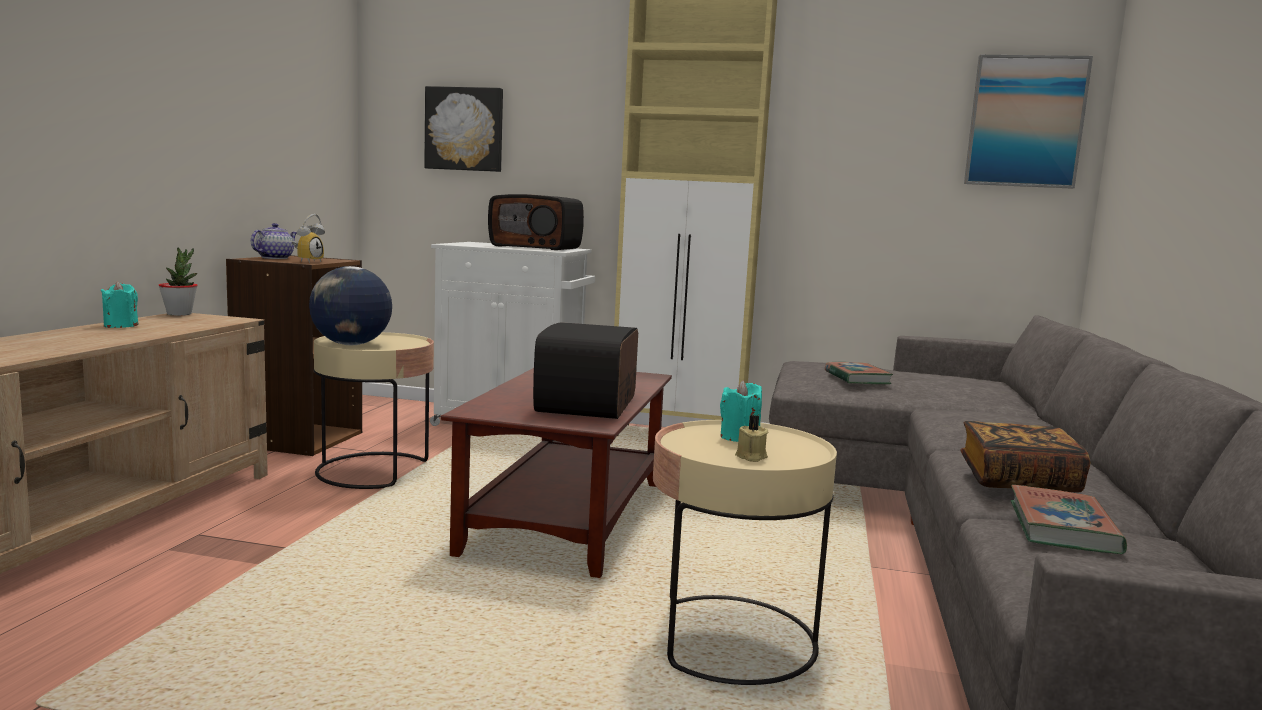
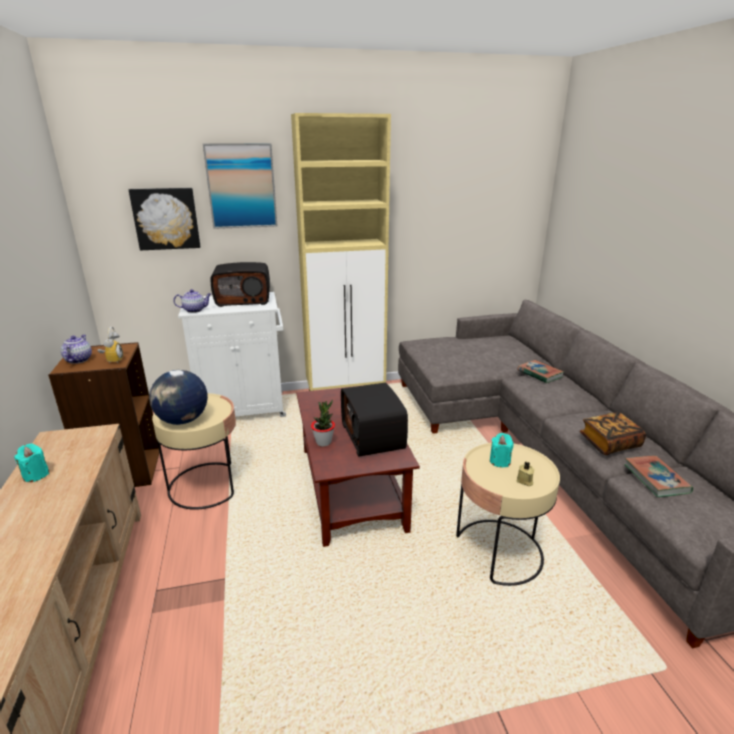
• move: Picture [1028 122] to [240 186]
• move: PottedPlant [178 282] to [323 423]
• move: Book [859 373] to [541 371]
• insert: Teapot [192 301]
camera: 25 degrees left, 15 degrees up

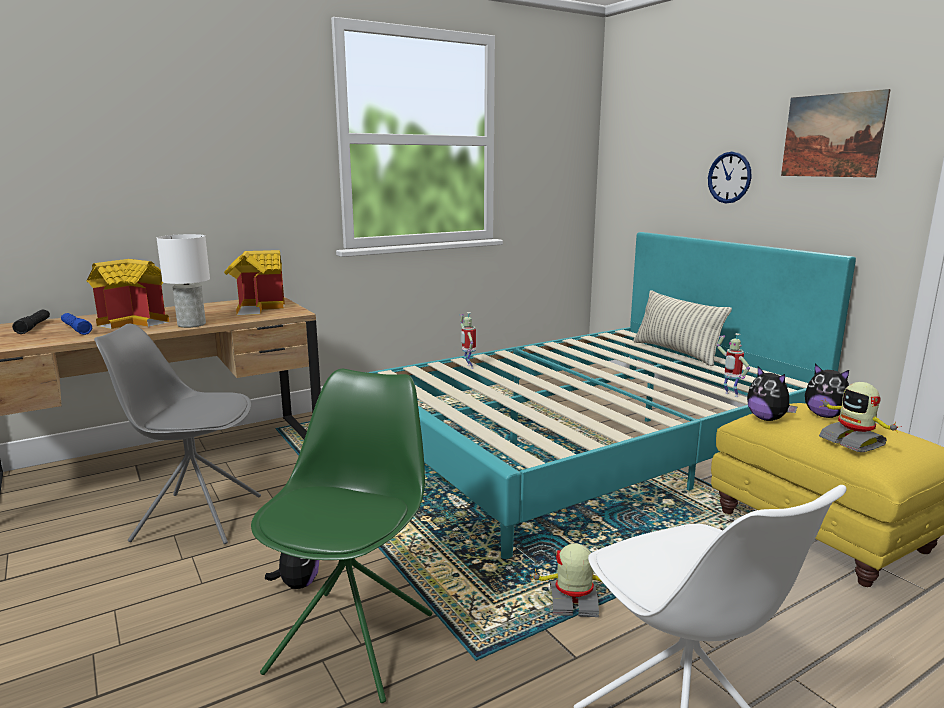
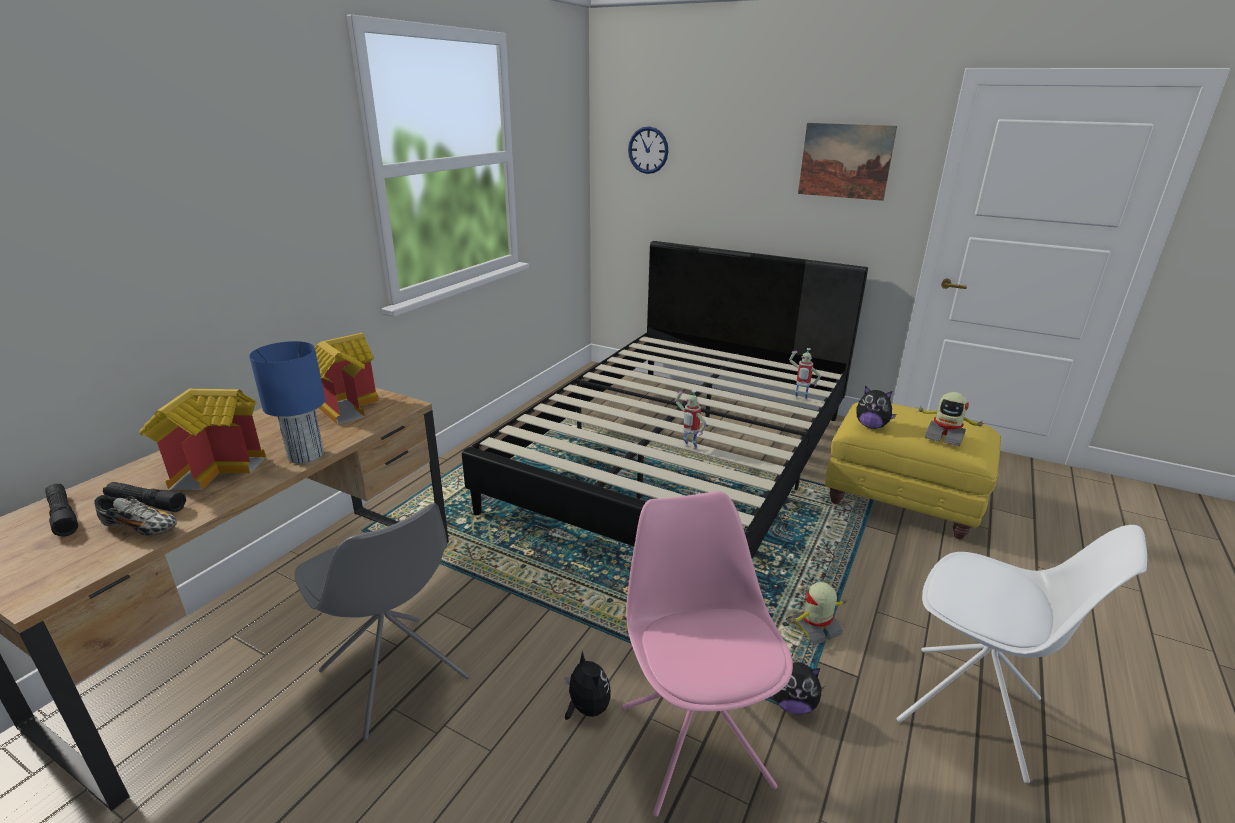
• move: WallClock [729 177] to [648 150]
• recolor: TurquoiseBed [611 395] to BlackBed [665 400]
• recolor: WhiteTableLamp [183 281] to BlueTableLamp [287 402]
• delete: Pillow [683 328]
• move: ToyRobot [468 340] to [691 420]
• recolor: BlueFlashlight [76 324] to BlackFlashlight [144 497]
• rotate: GreyChair [177 434] = [382 622] 105 degrees counterclockwise
• move: PlushToy [827 391] to [798 688]
• recolor: GreenChair [341 535] to PinkChair [707 654]
• insert: Shoe [135 515]
camera: 30 degrees left, 10 degrees up

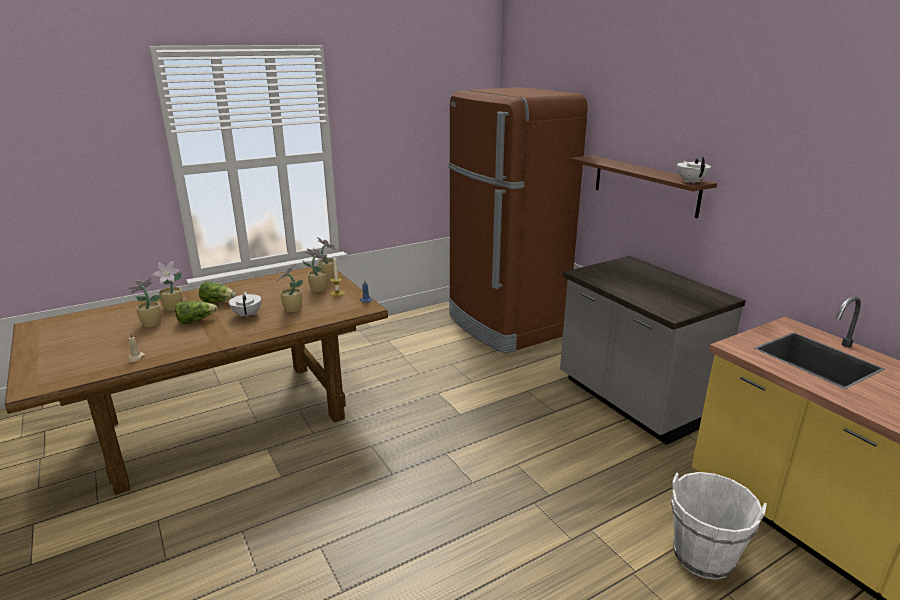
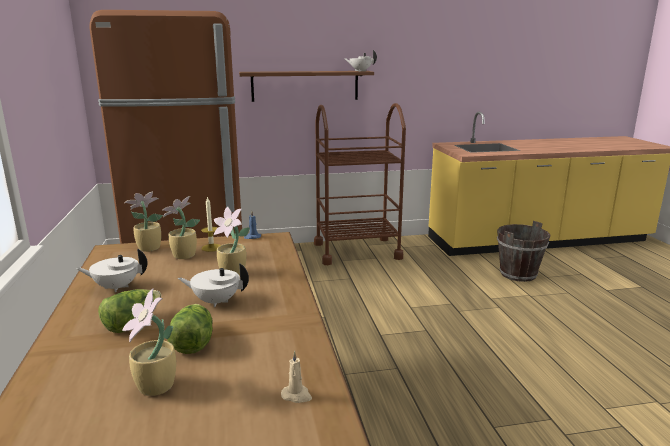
• replace: GreyCounter [653 350] to BrownCart [360 184]
• delete: PottedPlant [168 286]
• recolor: WhiteBucket [719 526] to BrownBucket [524 251]
• insert: WhiteTeapot [112 270]
camera: 70 degrees left, 5 degrees down

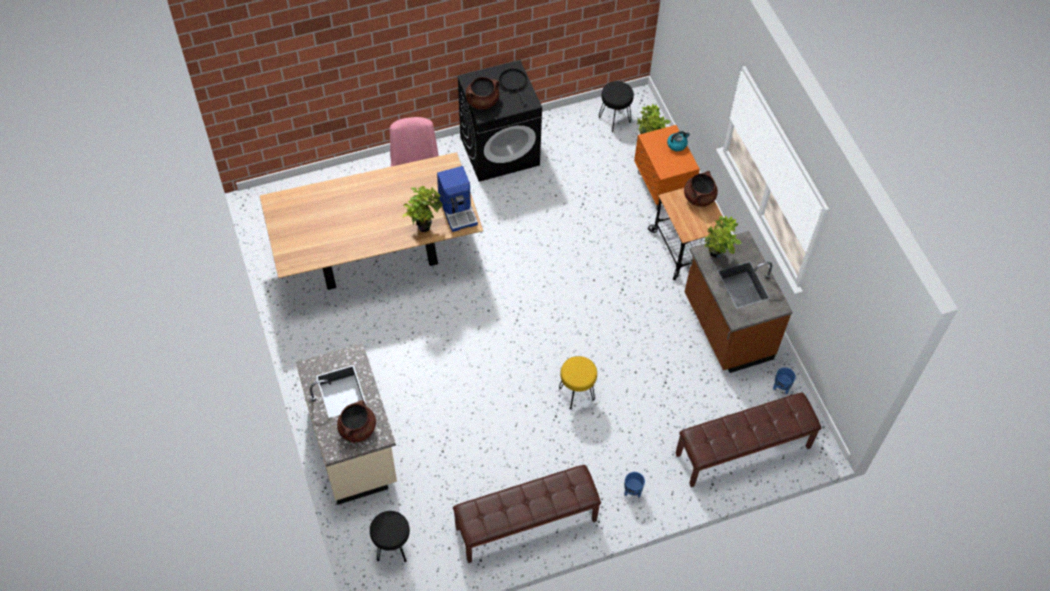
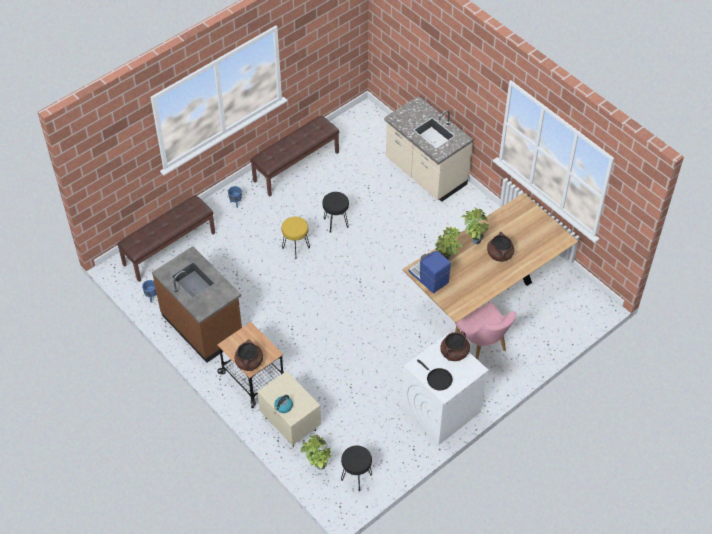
• recolor: BlackWashingMachine [499 121] to WhiteWashingMachine [445 389]
• recolor: OrangeNightstand [667 167] to BeigeNightstand [289 409]
• move: PottedPlant [723 237] to [475 225]
• move: BrownCookingPot [356 421] to [500 247]
• move: BlackStool [390 536] to [335 212]
camera: 160 degrees right, 5 degrees down

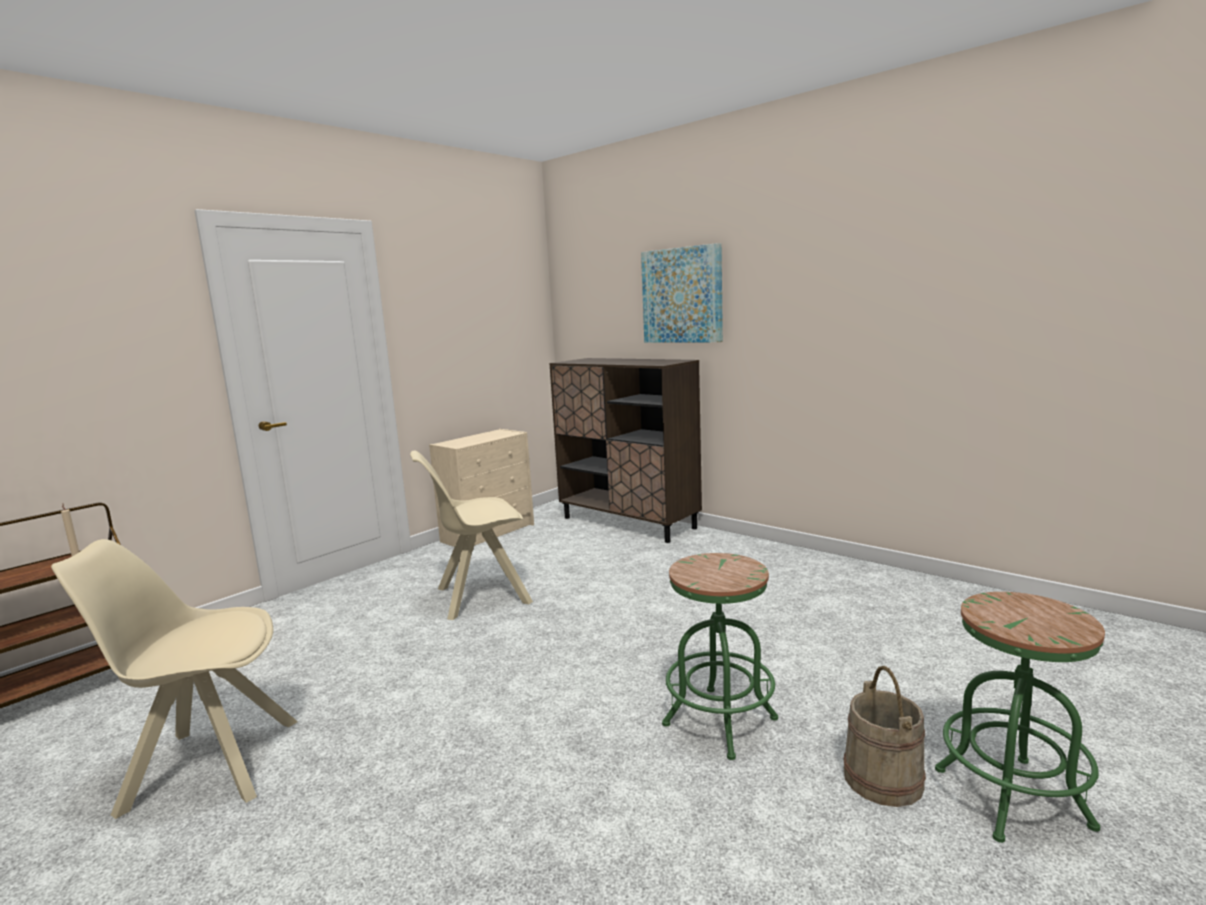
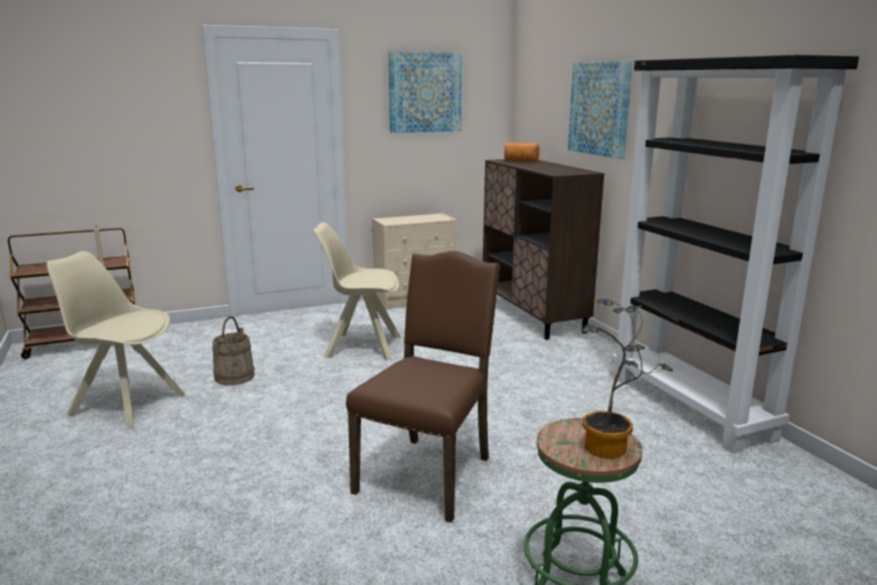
• replace: GreenStool [720 656] to BrownChair [423 387]
• move: BeigeBucket [884 736] to [233 350]
• insert: Picture [425 92]
• insert: BlackBookcase [735 254]
• insert: Bread [522 152]
• insert: PottedPlant [627 379]
camera: 25 degrees right, 5 degrees up

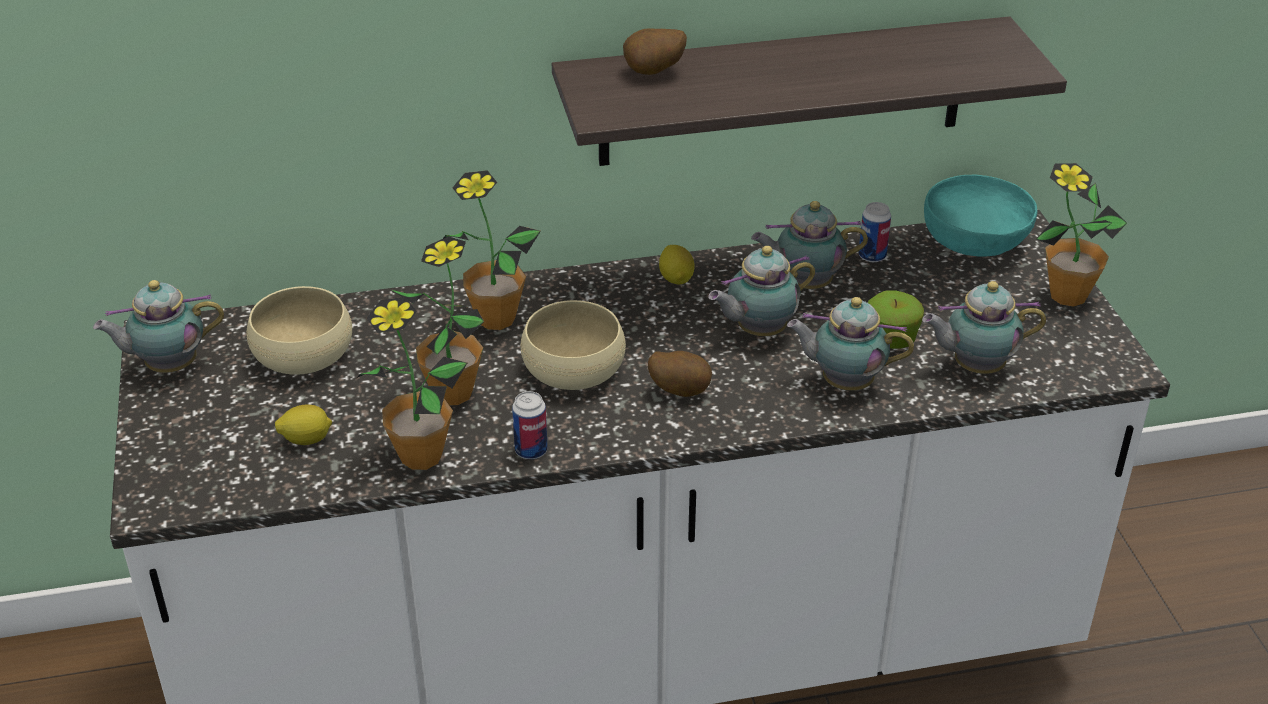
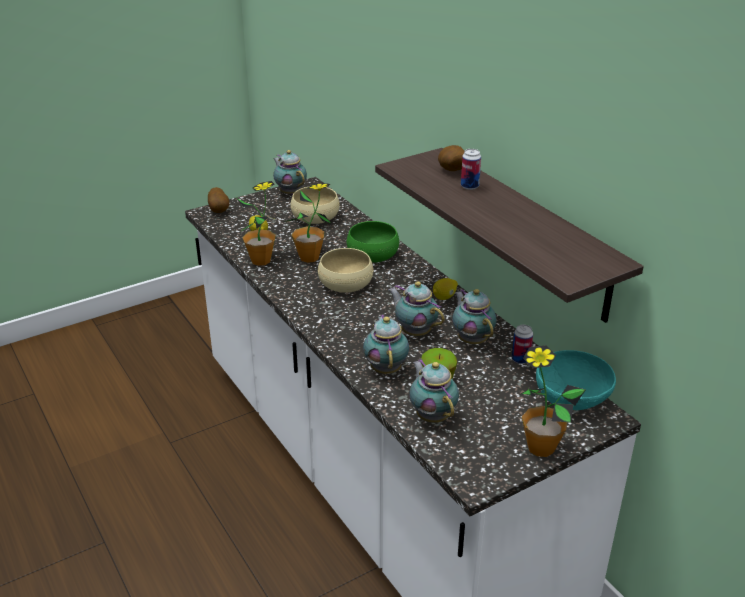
• replace: PottedPlant [492 250] to GreenBowl [373 242]
• move: Potato [680 374] to [219 200]
• move: Can [530 425] to [471 169]
camera: 70 degrees right, 5 degrees down

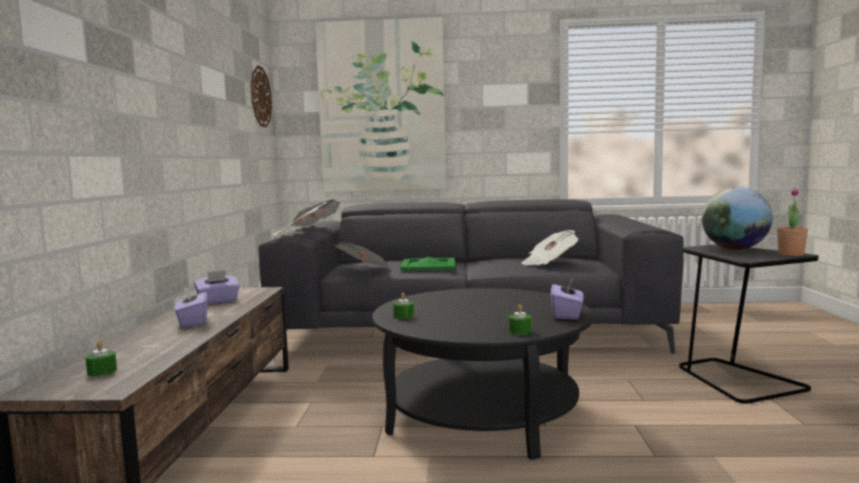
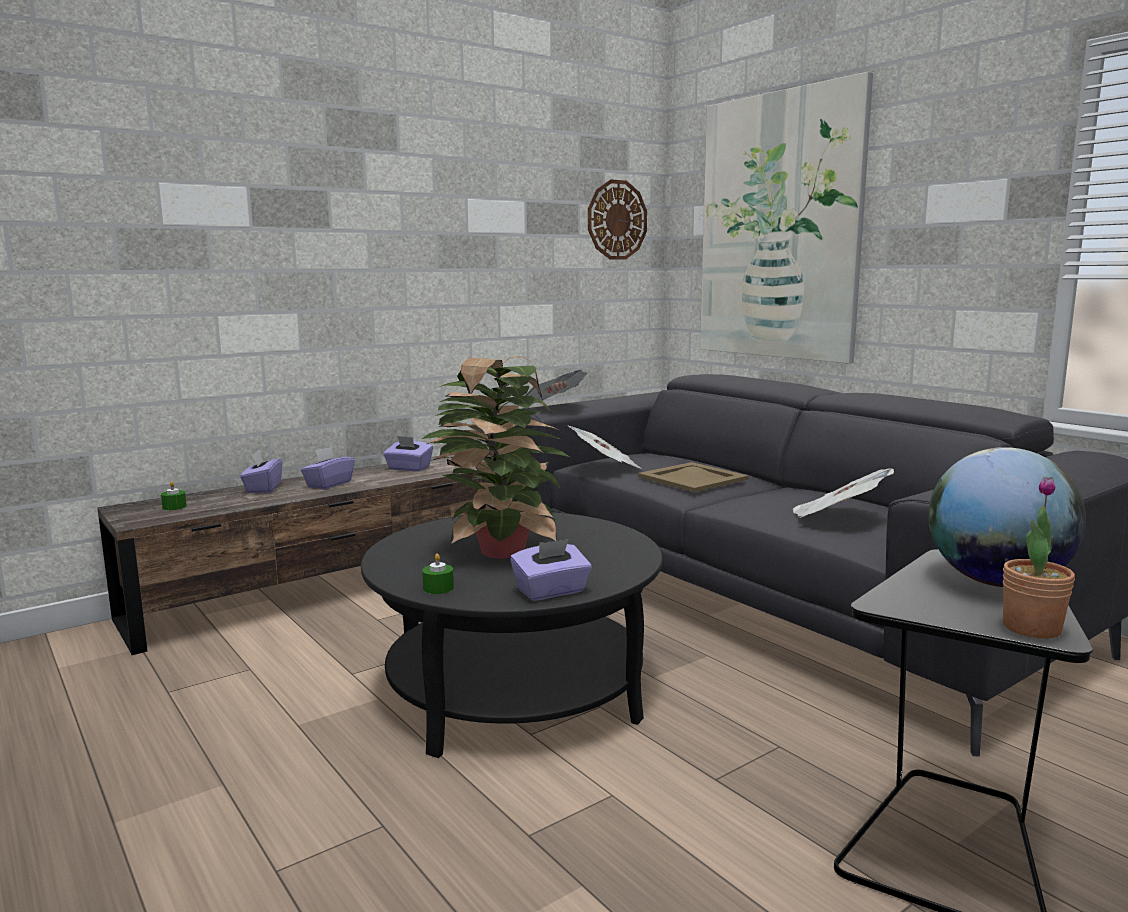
• delete: Newspaper [315 213]
• recolor: GreenTray [427 263] to BeigeTray [693 477]
• delete: GreenCandle [403 306]
• insert: PottedPlant [495 457]
• insert: PurpleTissueBox [261 472]
camera: 50 degrees right, 5 degrees up

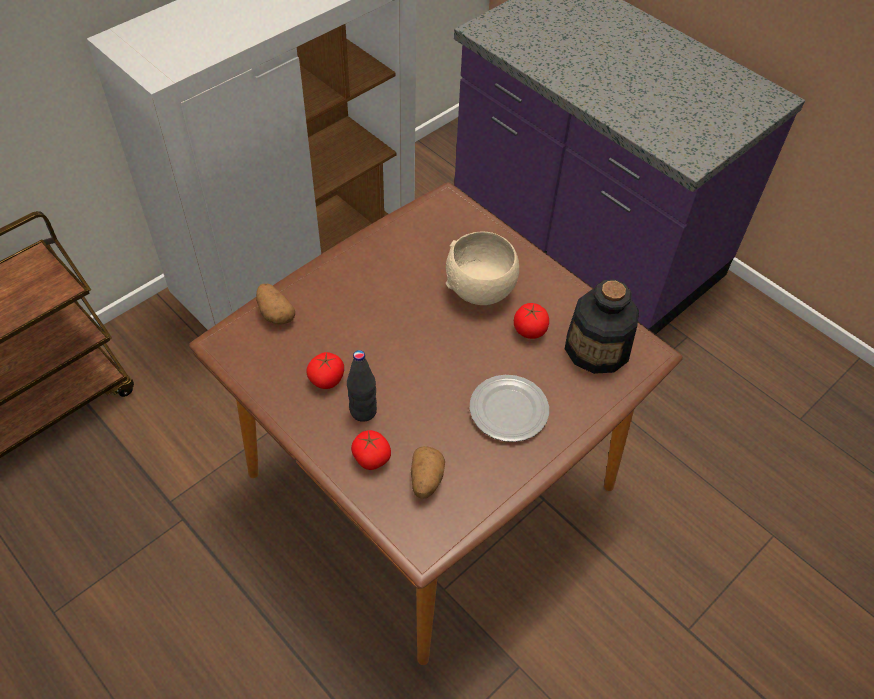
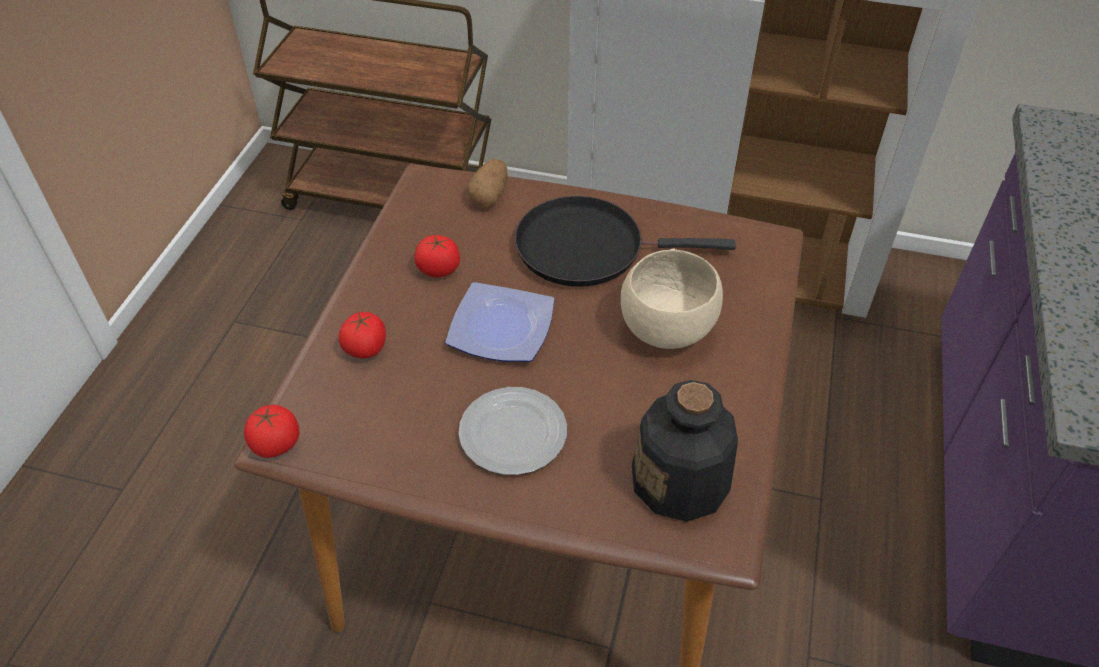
• move: Tomato [531 321] to [271 431]
• delete: BlackBottle [362 386]
• delete: Potato [428 472]
• insert: BlackFryingPan [625 241]
• insert: Plate [500 322]
camera: 60 degrees right, 5 degrees down

